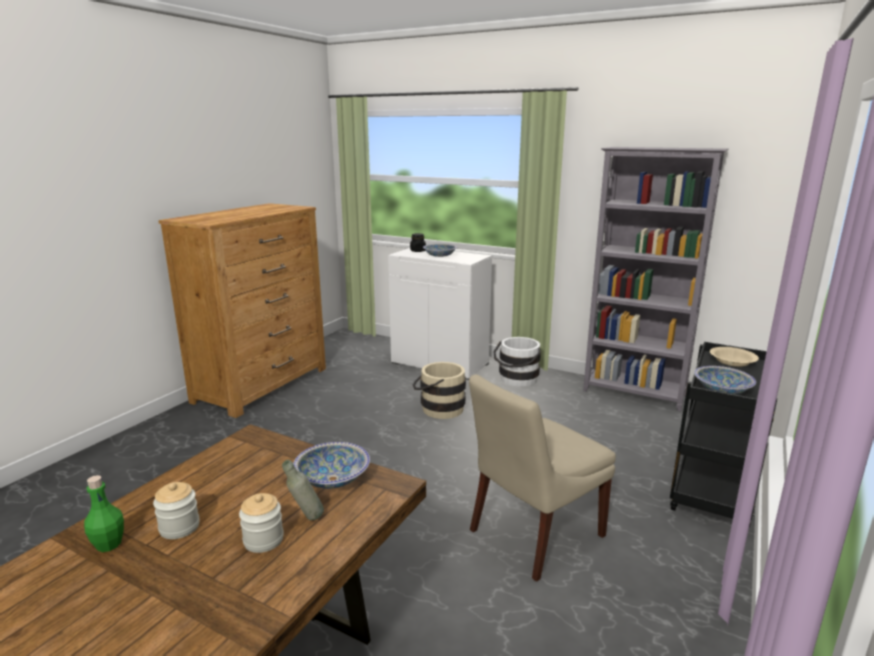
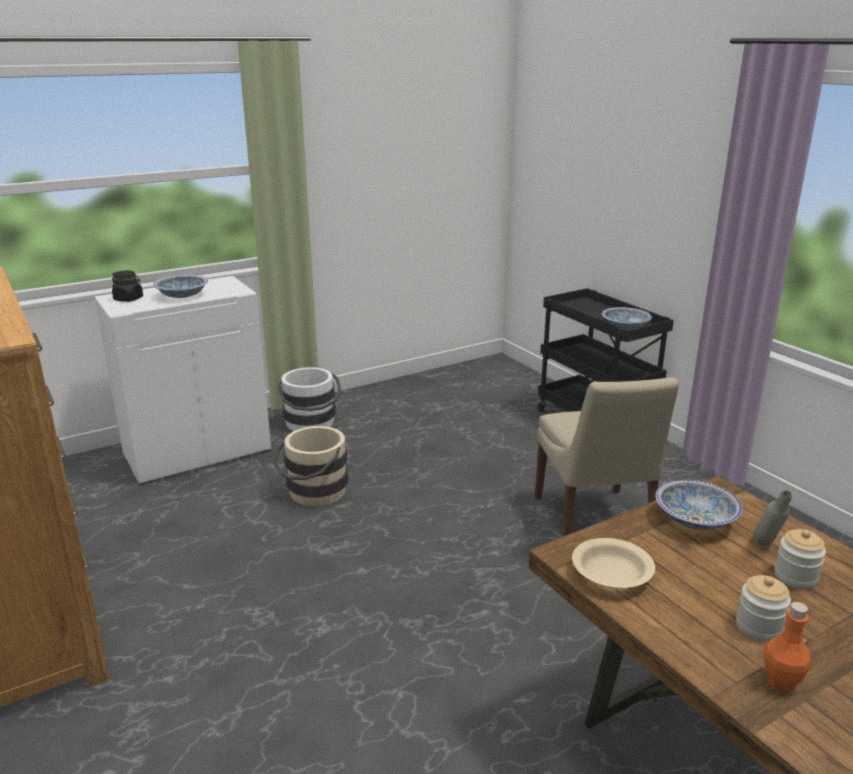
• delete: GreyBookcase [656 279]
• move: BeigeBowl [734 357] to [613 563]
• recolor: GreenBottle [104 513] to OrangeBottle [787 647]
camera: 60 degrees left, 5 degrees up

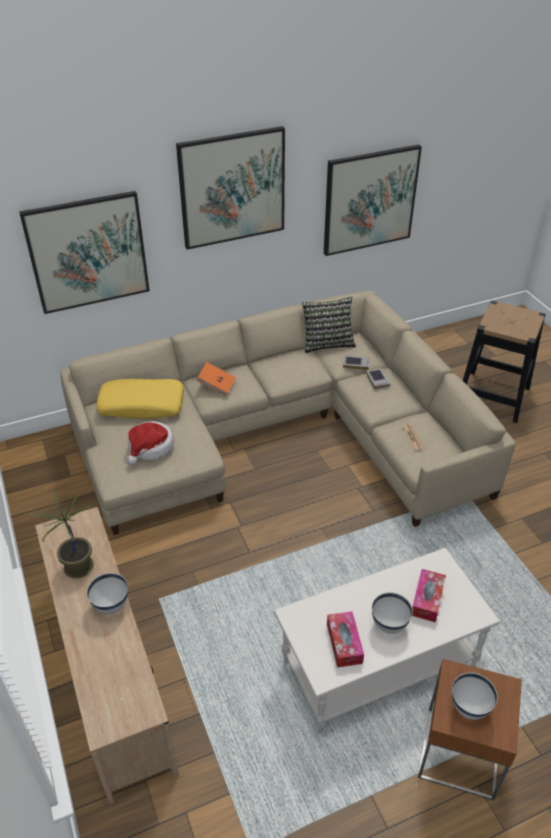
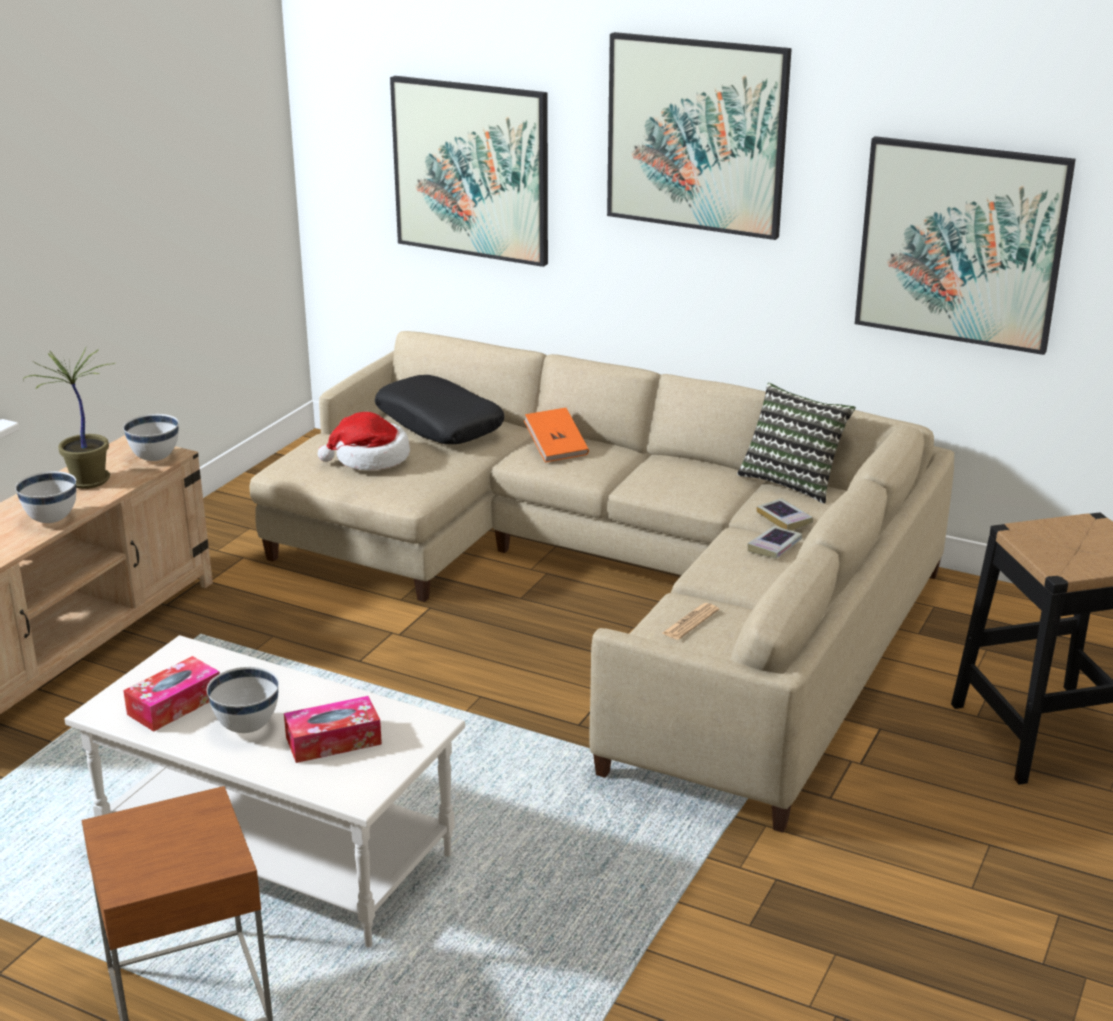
• recolor: YellowPillow [140 399] to BlackPillow [439 409]
• move: WhiteBowl [475 696] to [151 437]
camera: 50 degrees right, 15 degrees down

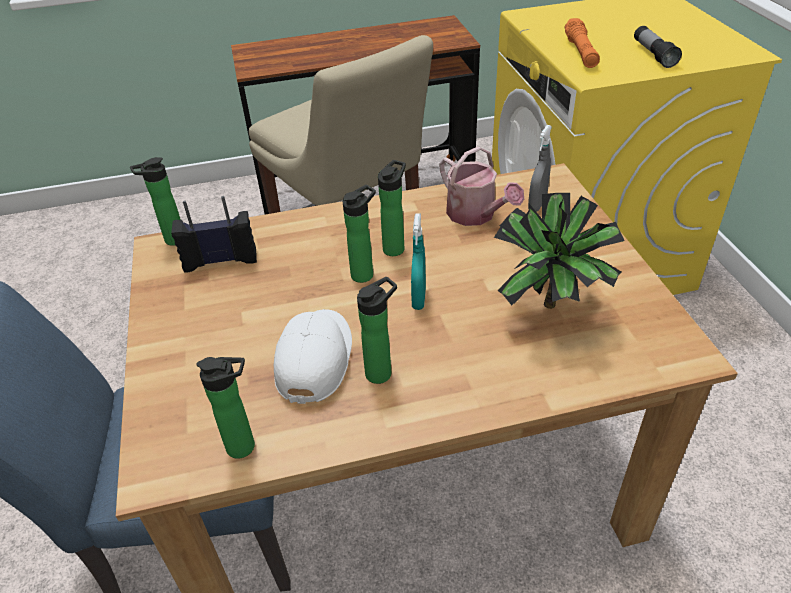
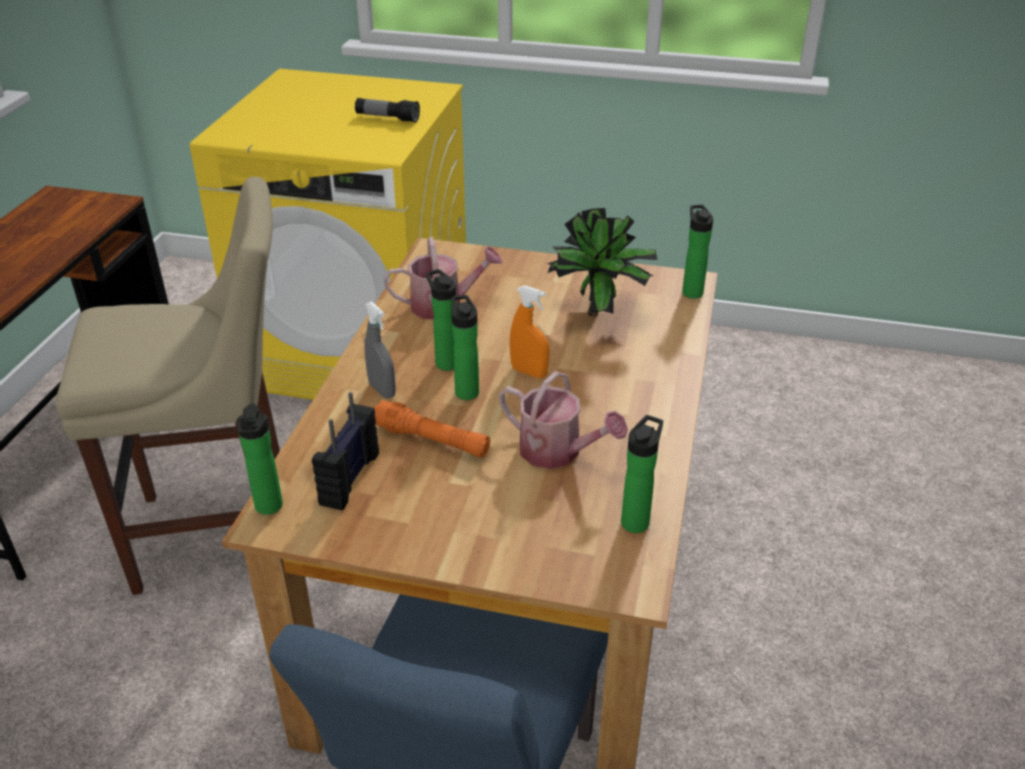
• move: OrangeFlashlight [582 43] to [432 429]
• move: GreySprayBottle [540 168] to [380 350]
• recolor: TurquoiseSprayBottle [418 261] to OrangeSprayBottle [529 331]
• move: Bottle [377 330] to [697 252]
• replace: WhiteCap [313 356] to WateringCan [563 420]
camera: 65 degrees left, 5 degrees down

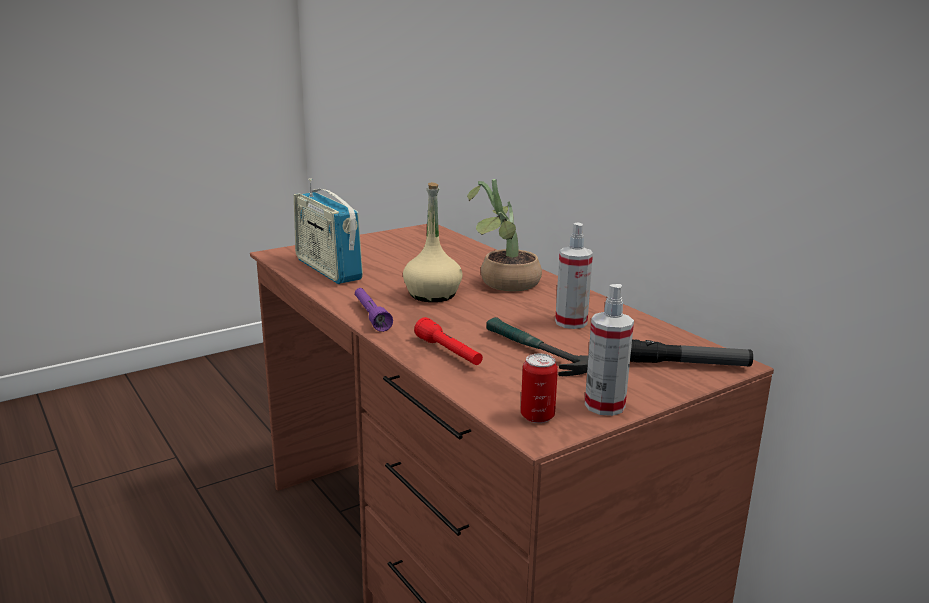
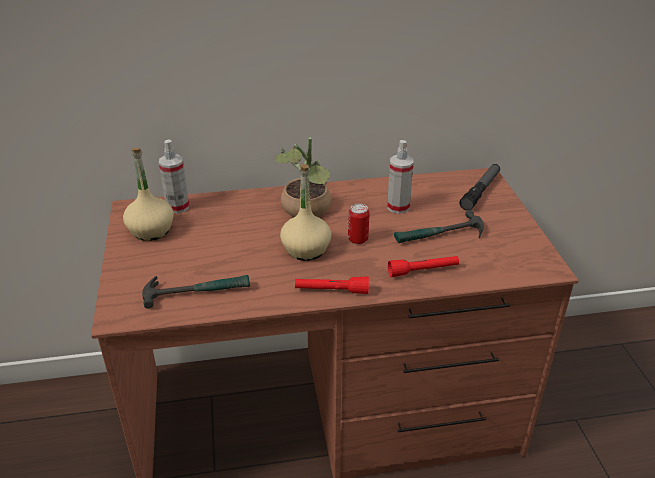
• replace: Radio [328 231] to Hammer [196 292]
• move: SprayBottle [609 350] to [174 176]
• recolor: PurpleFlashlight [374 310] to RedFlashlight [332 285]
• move: Can [539 388] to [359 224]
• insert: BeigeBottle [148 194]
camera: 65 degrees left, 15 degrees up

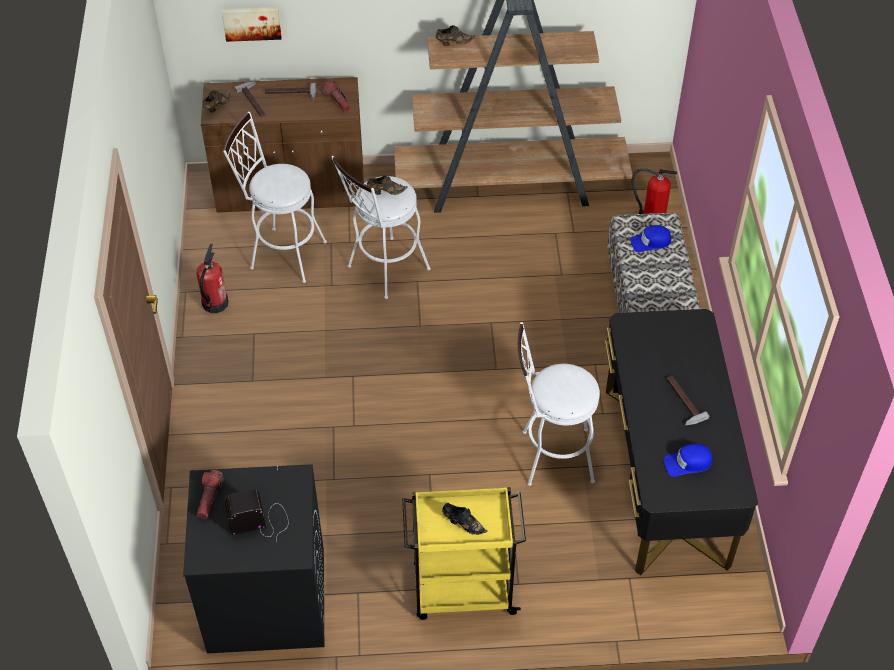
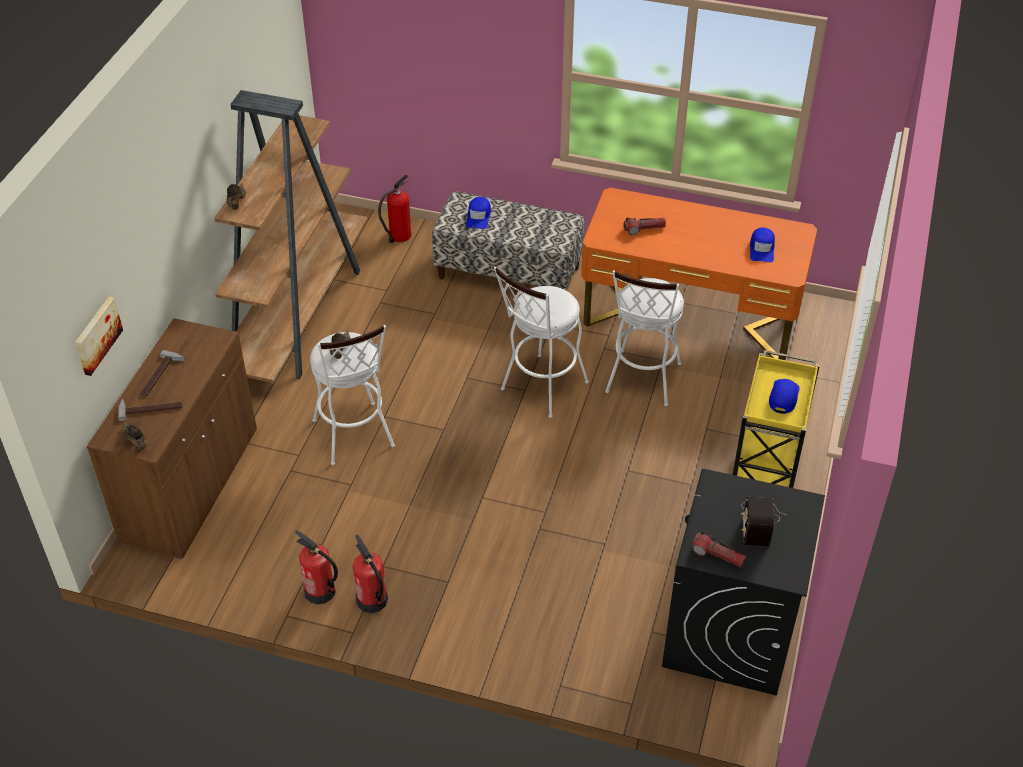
• move: Flashlight [336 96] to [645 226]
• move: WhiteStool [275 197] to [541 342]
• recolor: BlackDesk [681 442] to OrangeDesk [699 274]
• delete: Hammer [688 401]
• replace: BlackShoe [465 519] to BlueCap [784 396]
• insert: FireExtinguisher [370 573]
camera: 70 degrees left, 5 degrees down

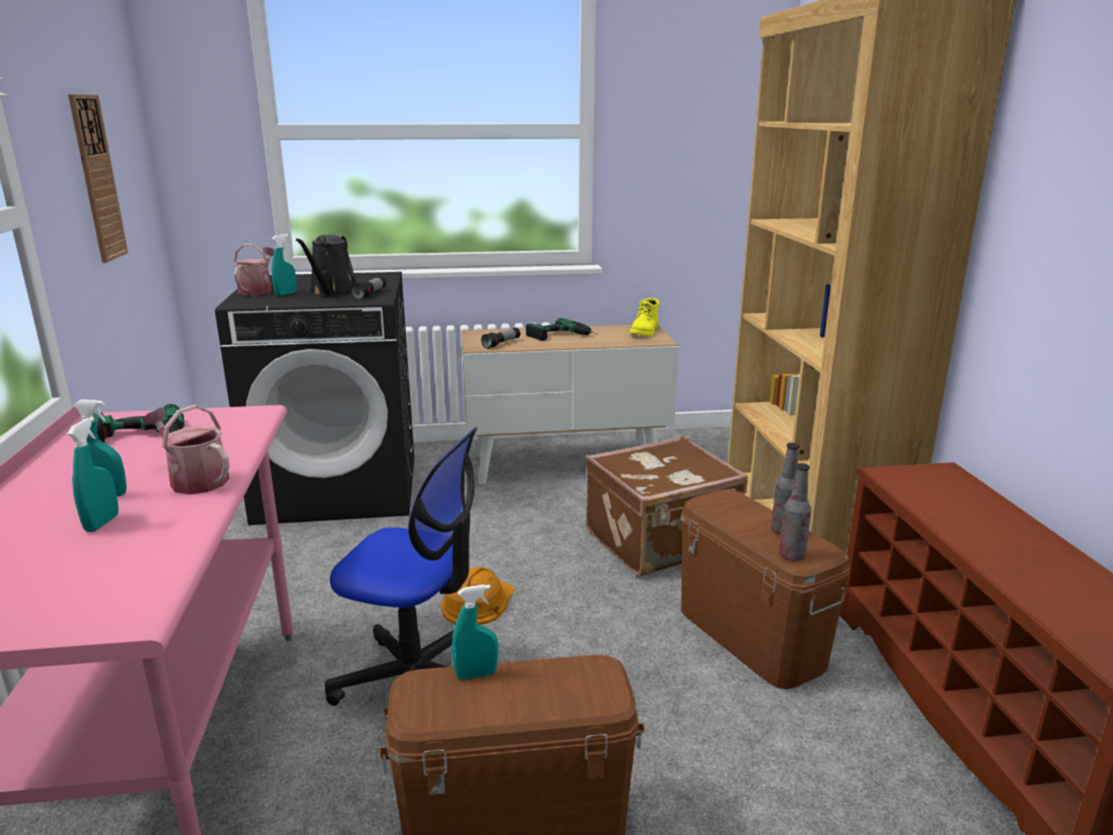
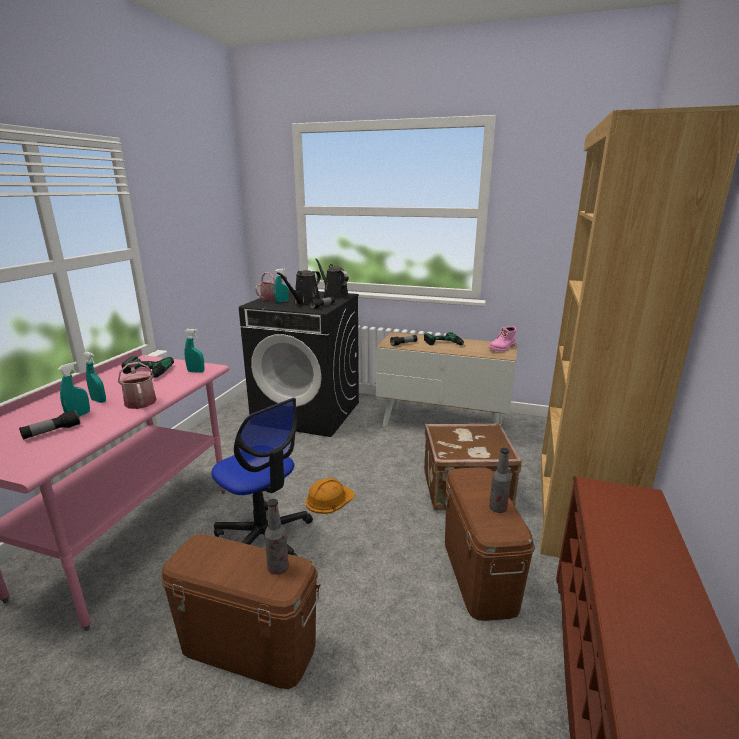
• delete: WallClock [98 178]
• recolor: YellowBoot [645 317] to PinkBoot [502 339]
• move: Bottle [795 512] to [277 537]
• move: TurquoiseSprayBottle [475 632] to [194 351]
• insert: BlackWateringCan [332 278]
• insert: Flashlight [49 424]
camera: 25 degrees right, 0 degrees up

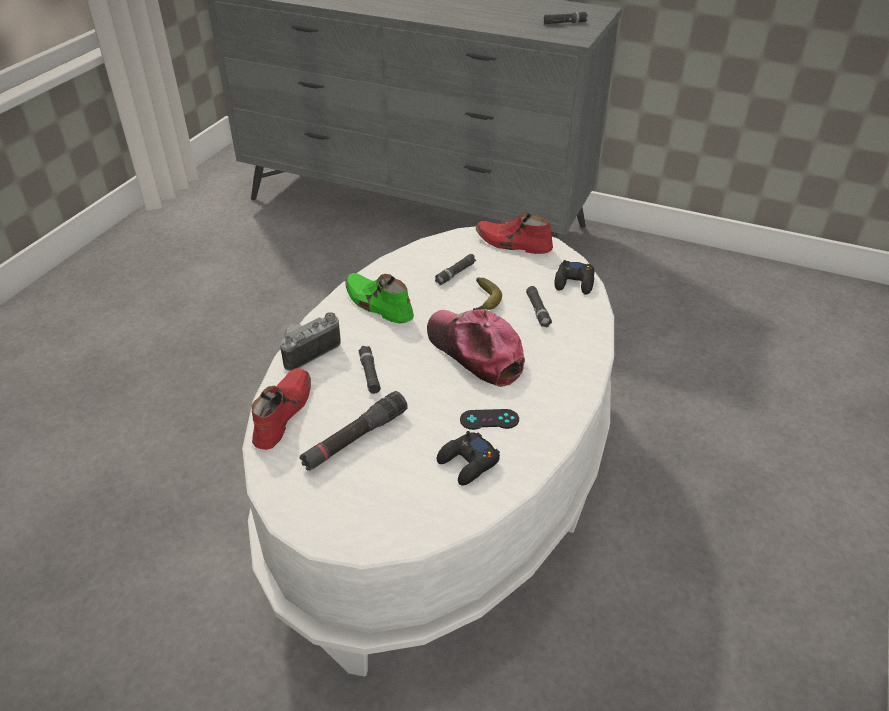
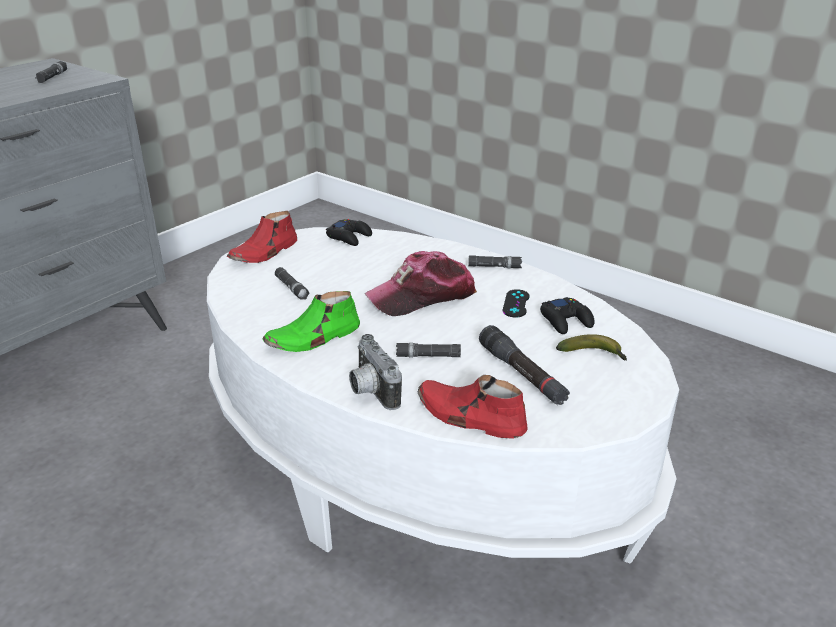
• move: Banana [487 294] to [591 347]
• move: BlackFlashlight [539 307] to [495 261]
camera: 75 degrees left, 10 degrees down

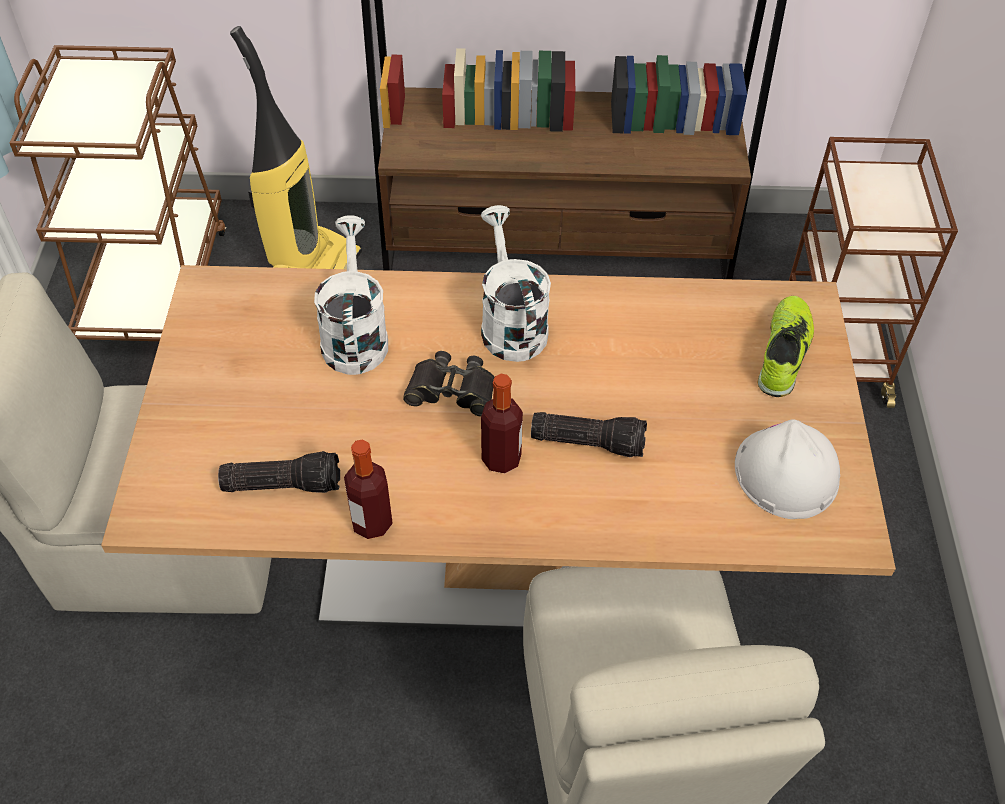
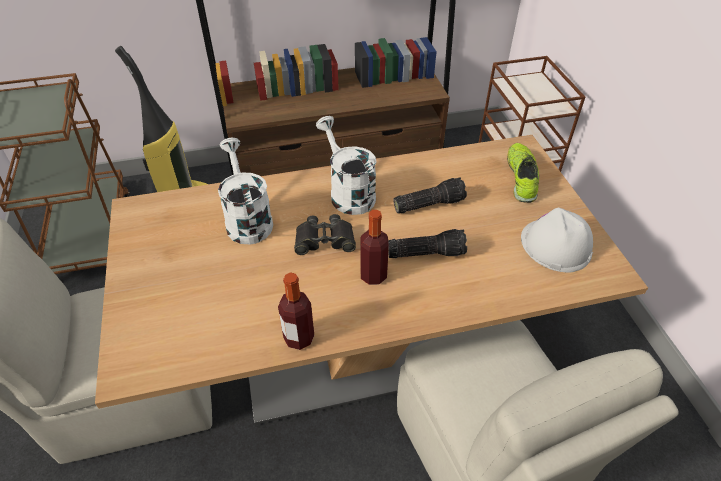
• move: Flashlight [279 472] to [430 195]
camera: 15 degrees left, 5 degrees down

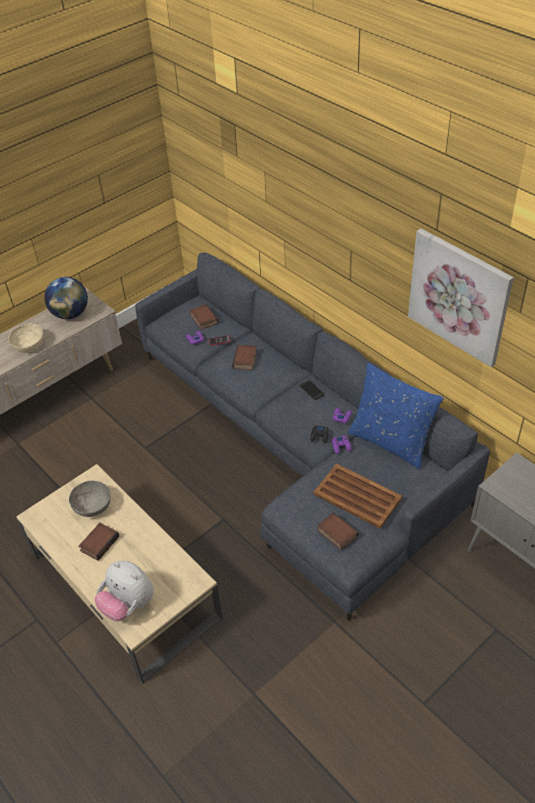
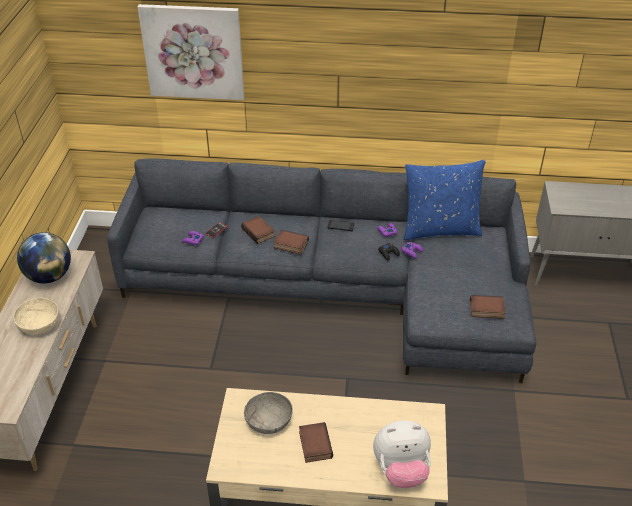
• move: Picture [461 298] to [190 52]
• move: Book [204 317] to [291 242]
• delete: BrownTray [357 495]
camera: 45 degrees left, 5 degrees down

